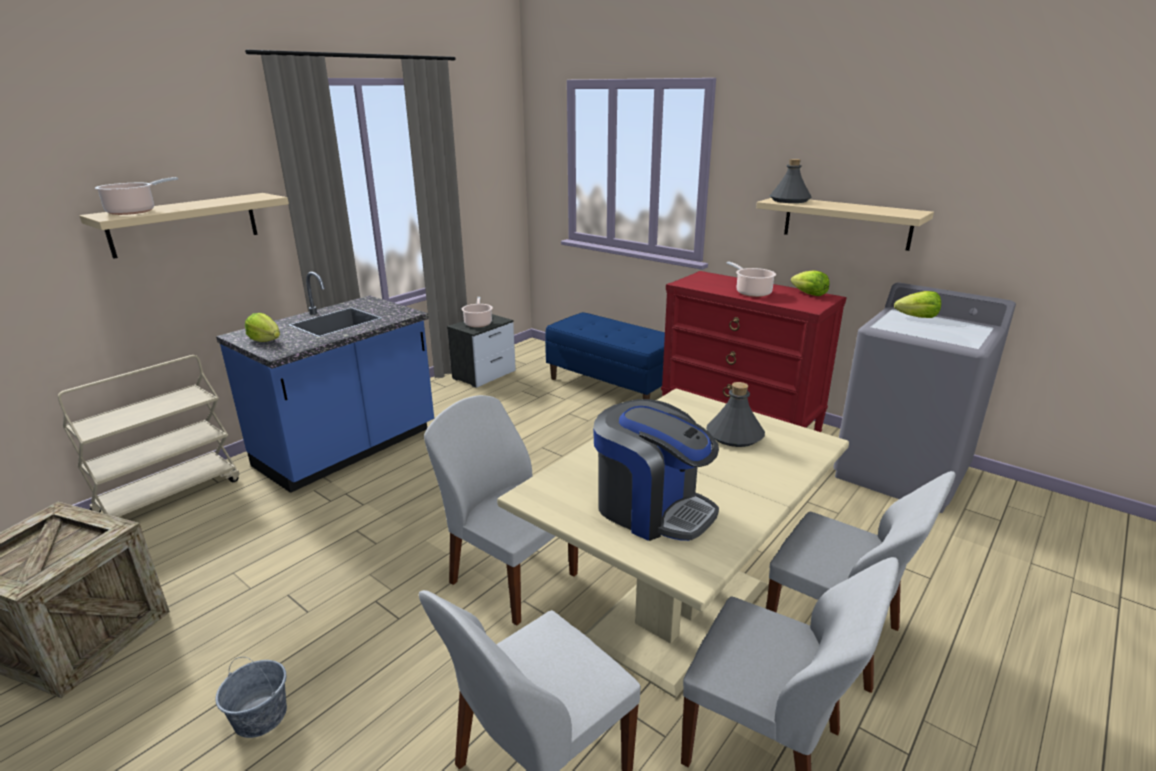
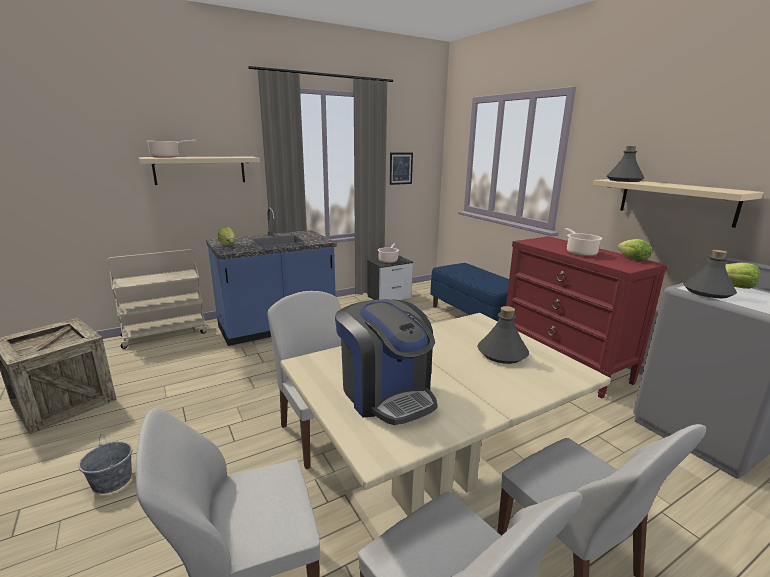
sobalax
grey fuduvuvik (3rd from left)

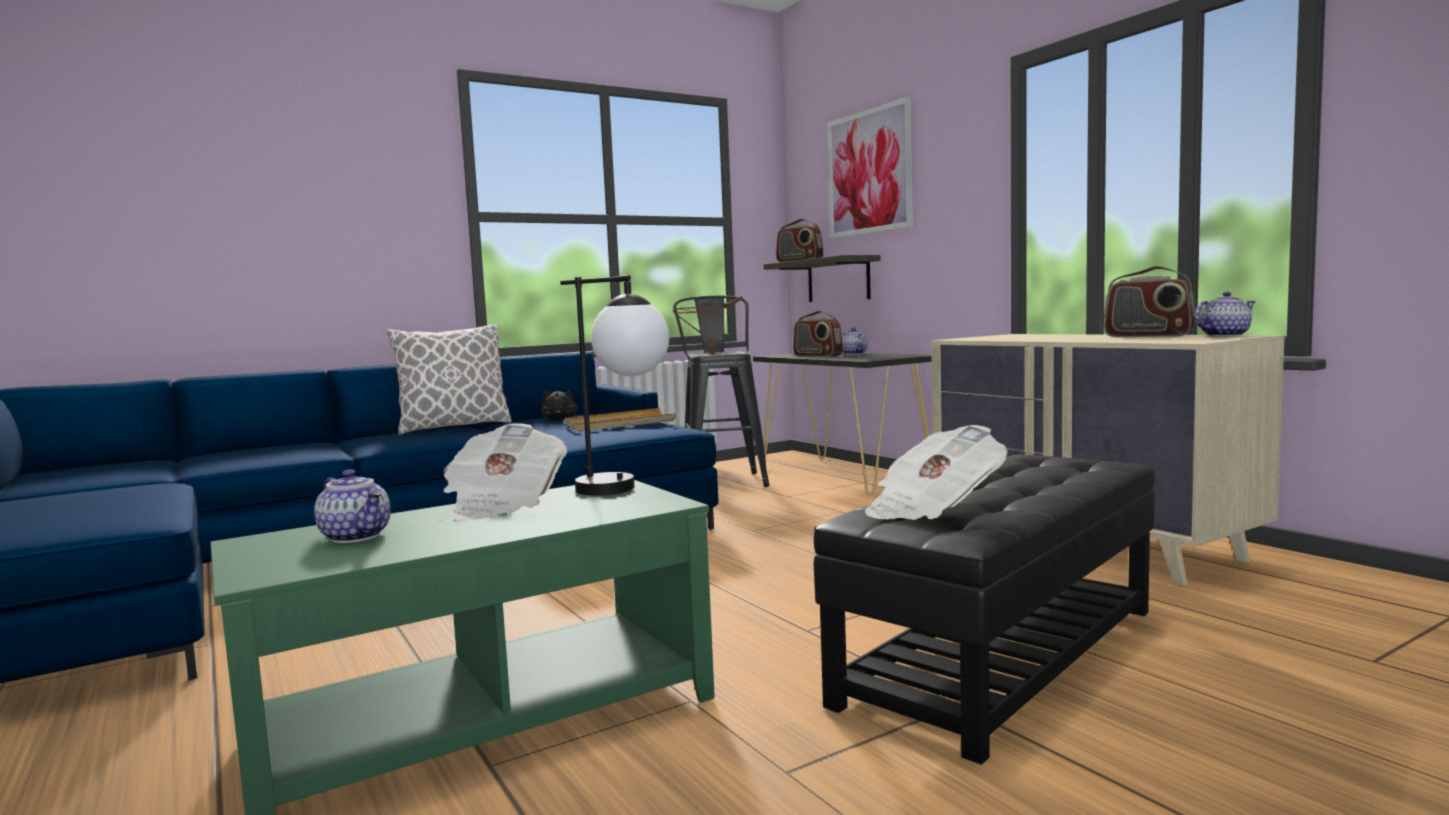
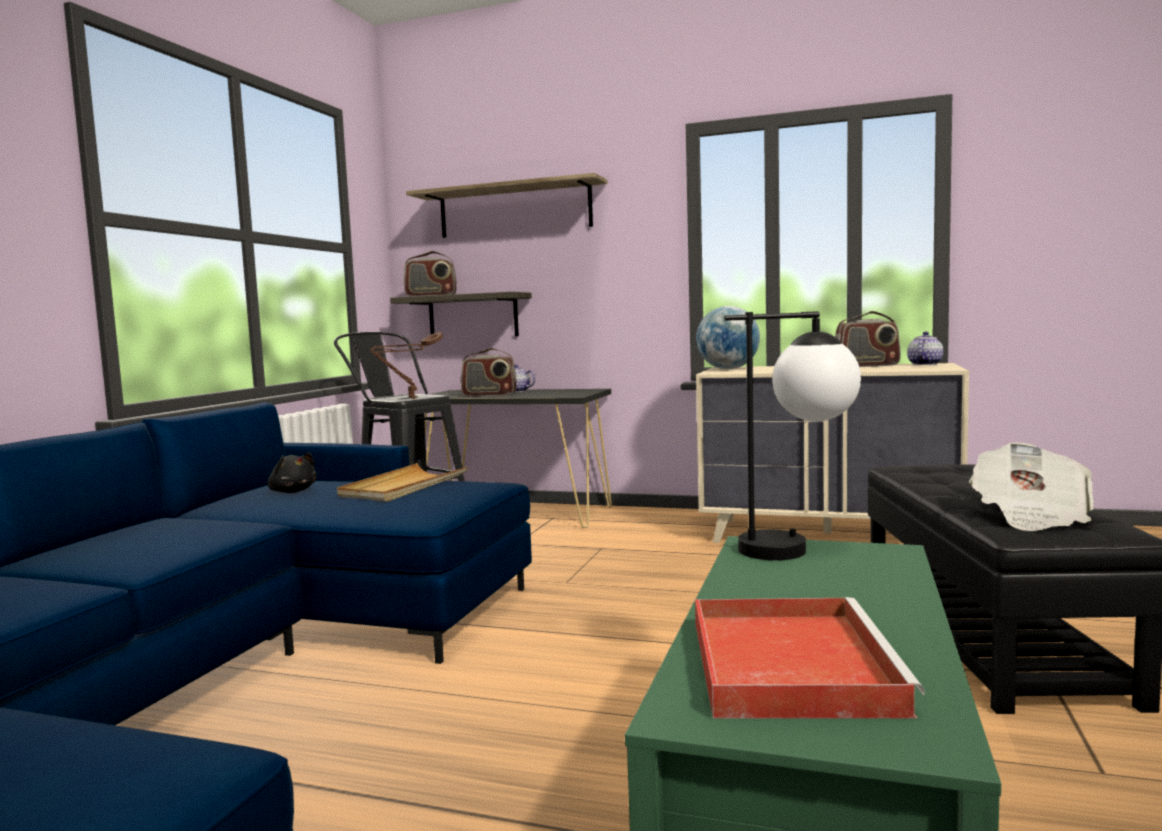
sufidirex (2nd from left)
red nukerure
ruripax
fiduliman
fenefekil (1st from left in the first image)

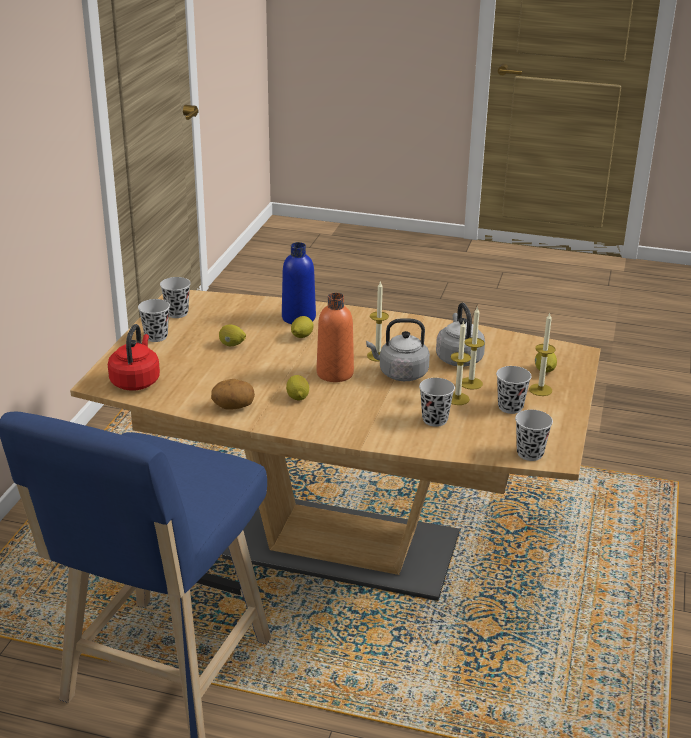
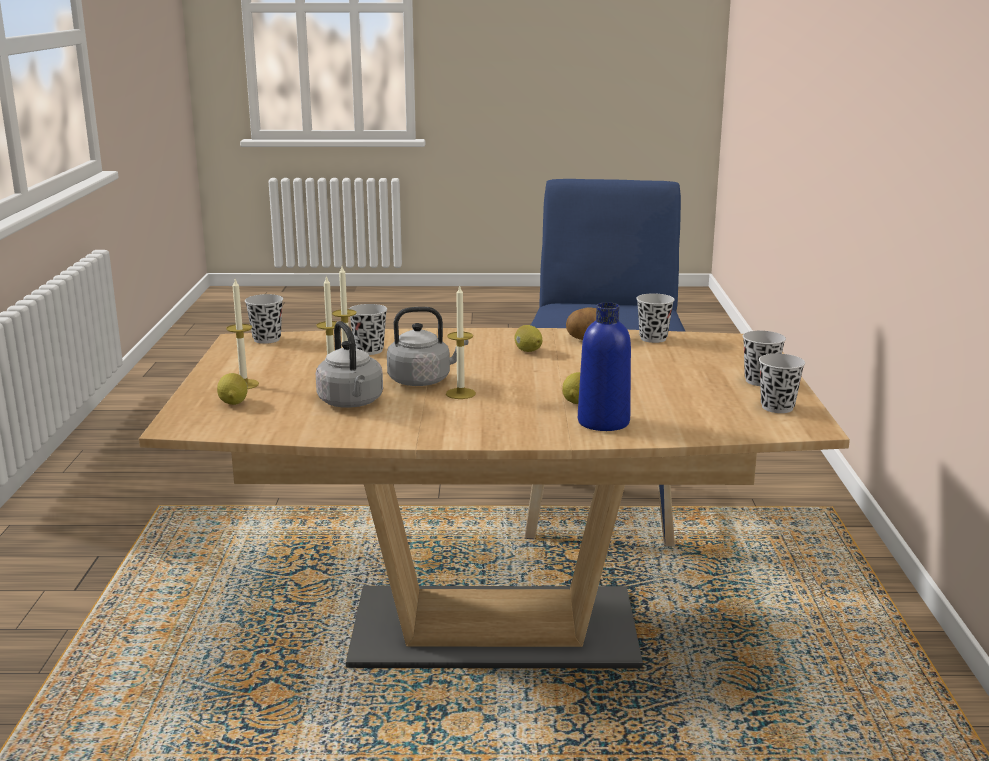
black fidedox (3rd from left)
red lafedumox
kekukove (1st from left in the first image)
orange fuduvuvik

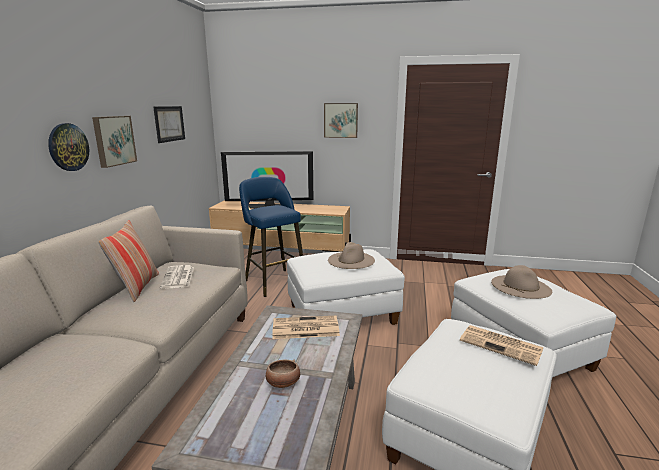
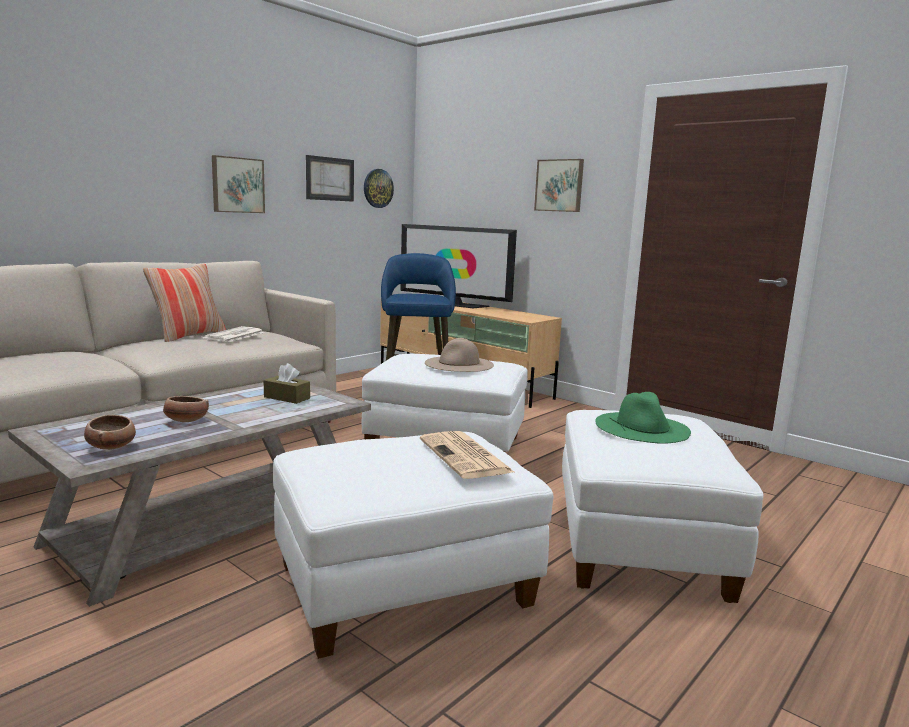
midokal (1st from left)
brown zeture
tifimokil
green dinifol

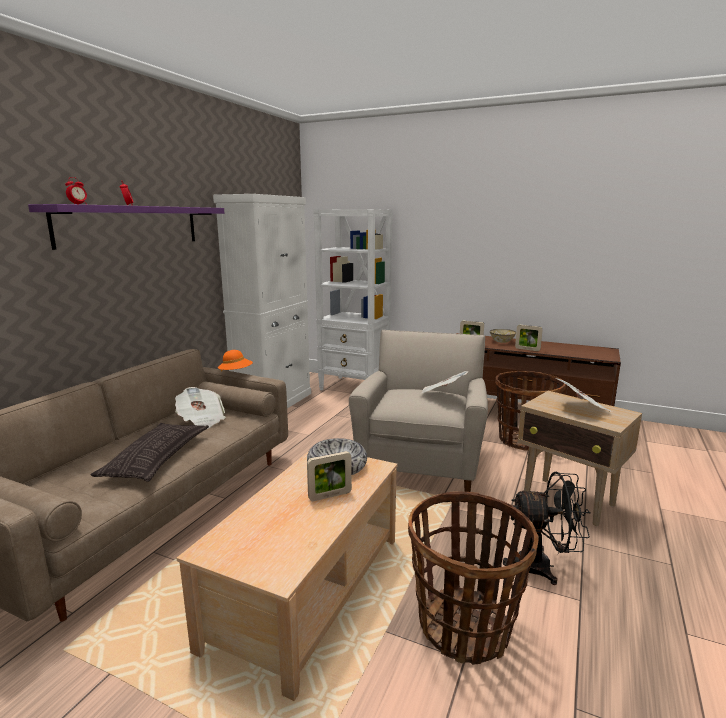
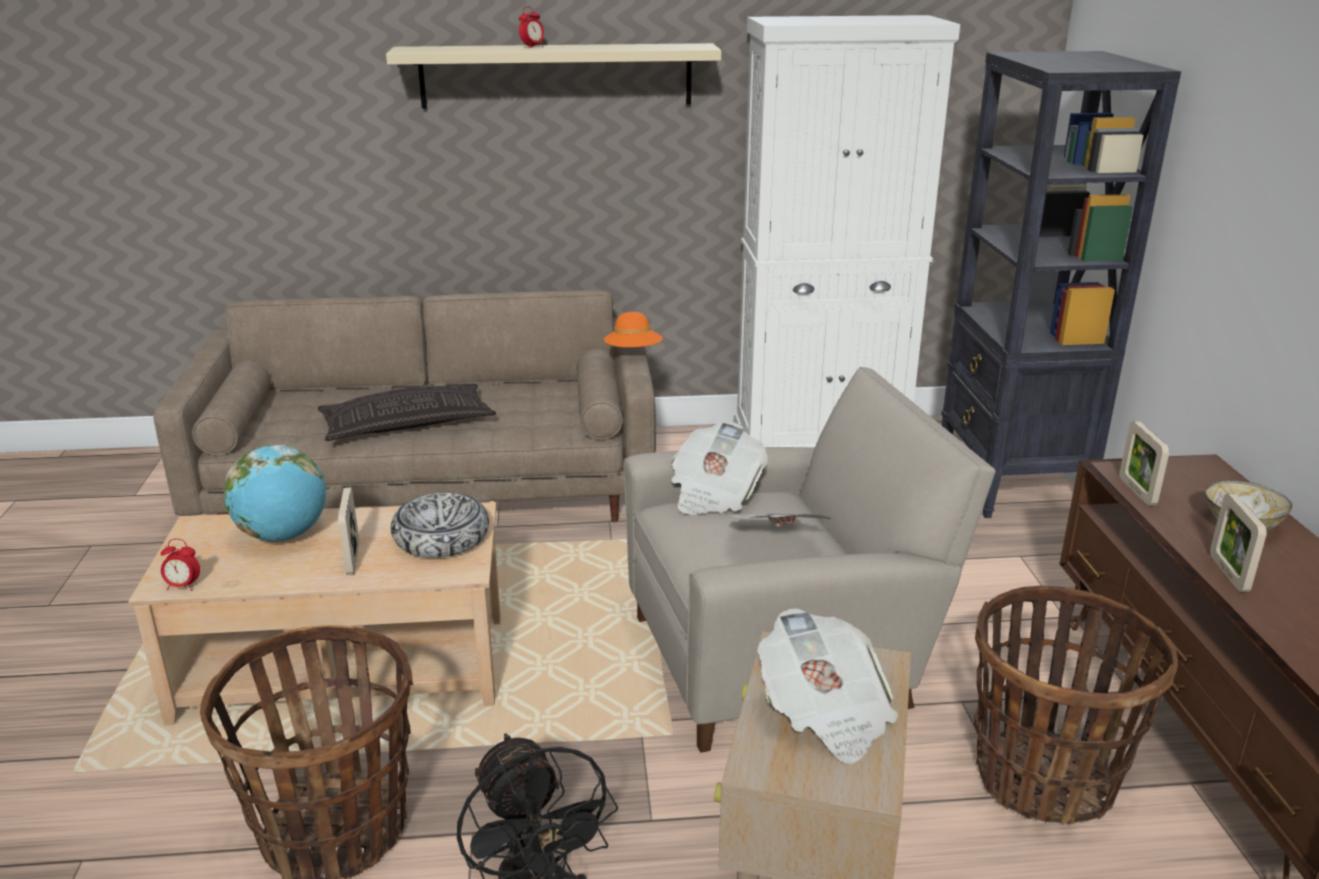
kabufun (1st from left)
ruripax
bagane (1st from left)
beige sufidirex
fenefekil (1st from left)
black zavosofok

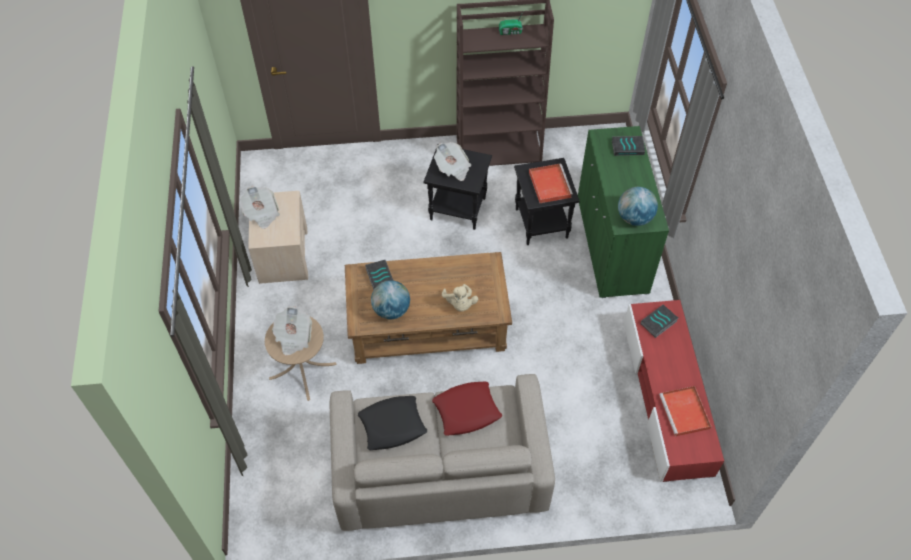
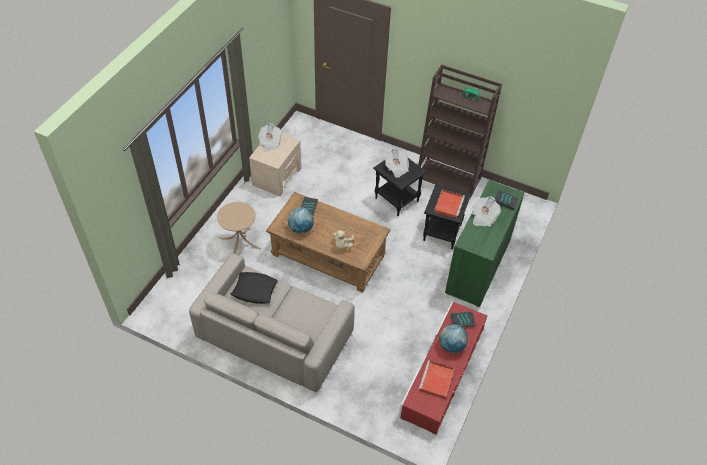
ruripax (2nd from left)
fenefekil (3rd from left)
red fiduliman

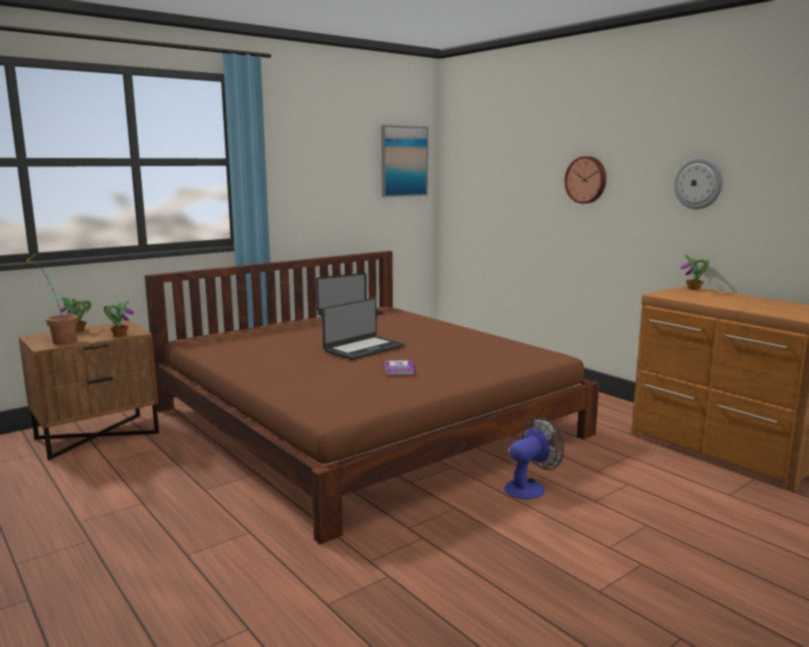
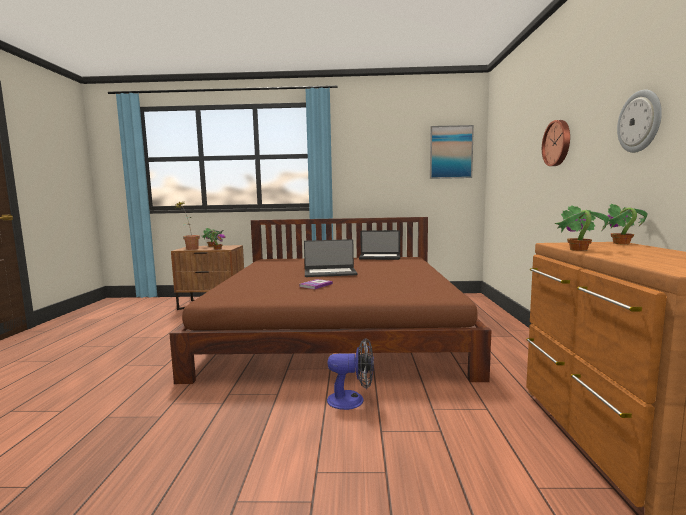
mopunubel (4th from left)

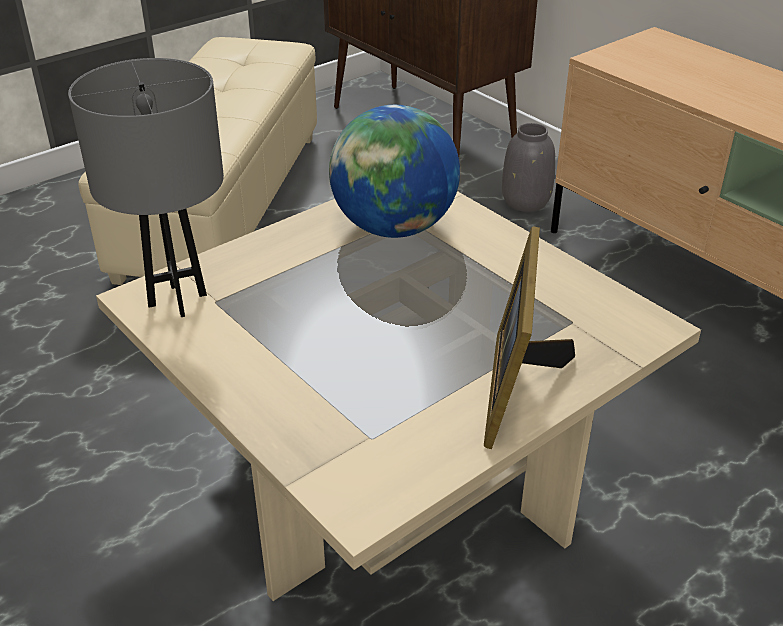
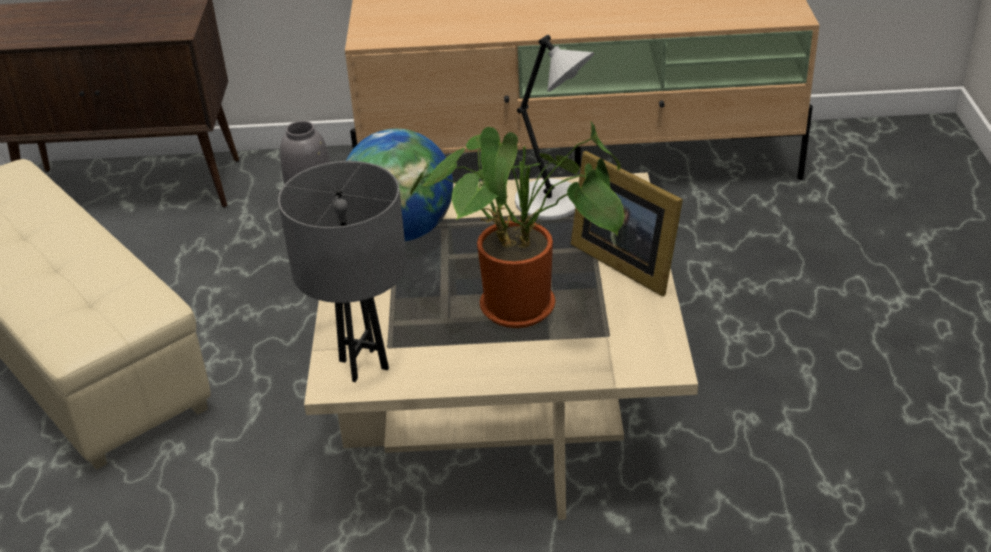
mopunubel
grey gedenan (2nd from left)

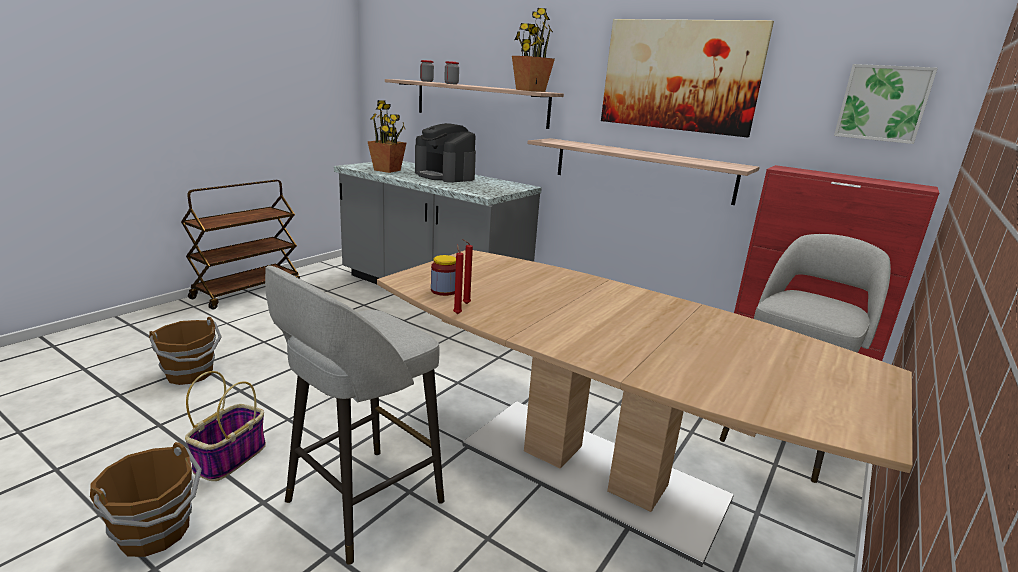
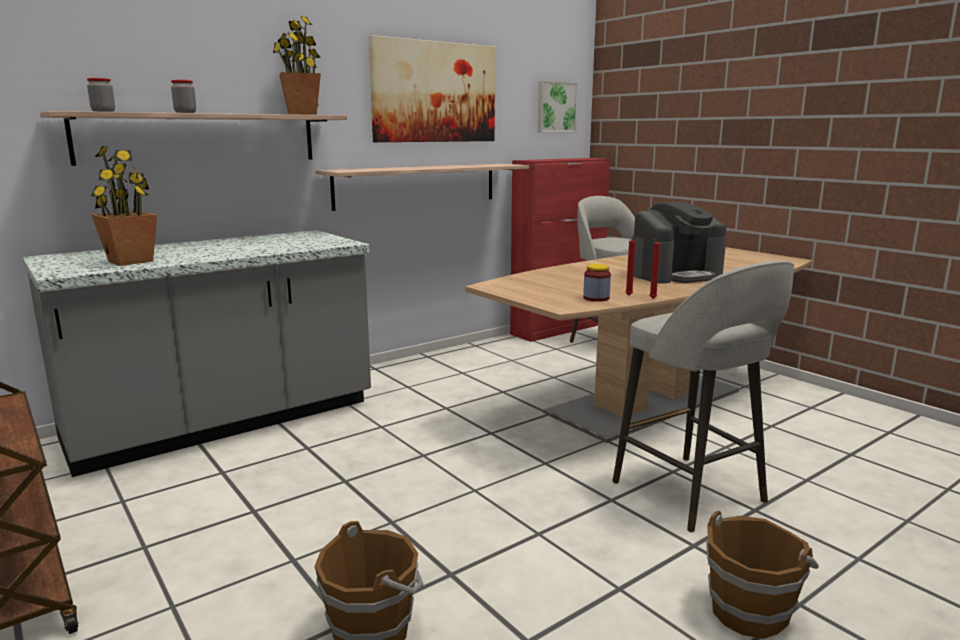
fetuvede
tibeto

